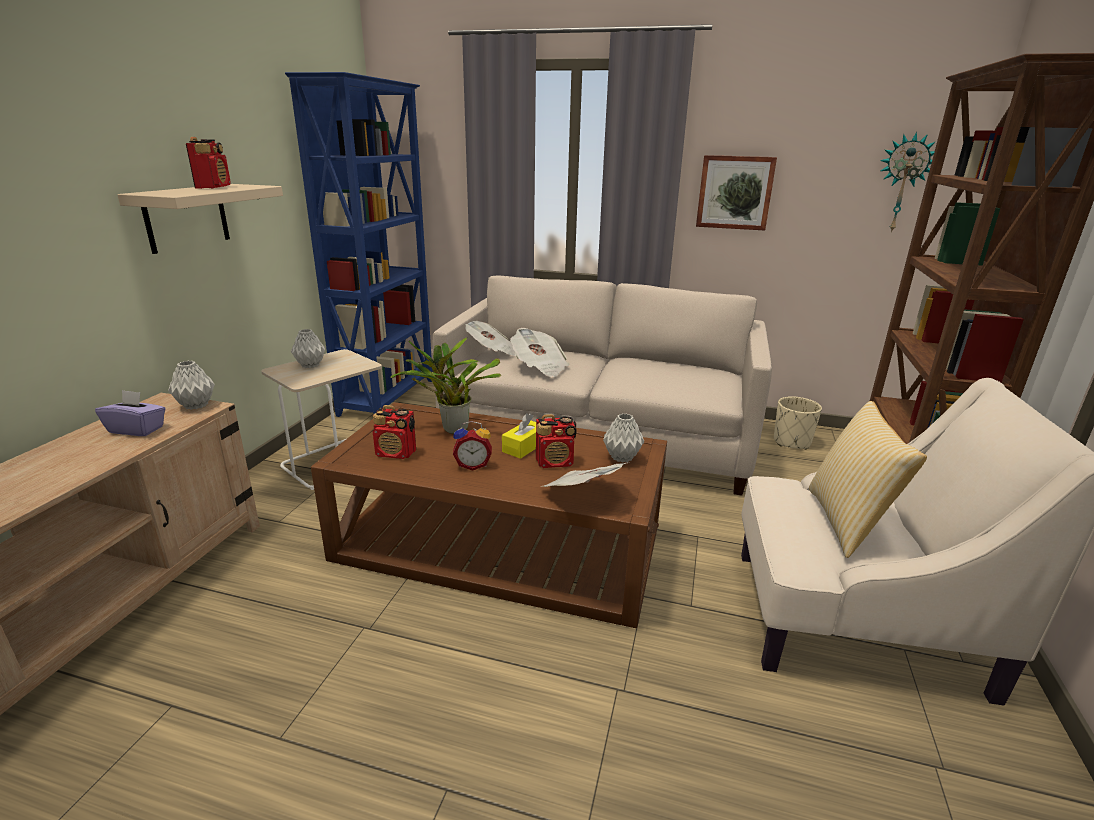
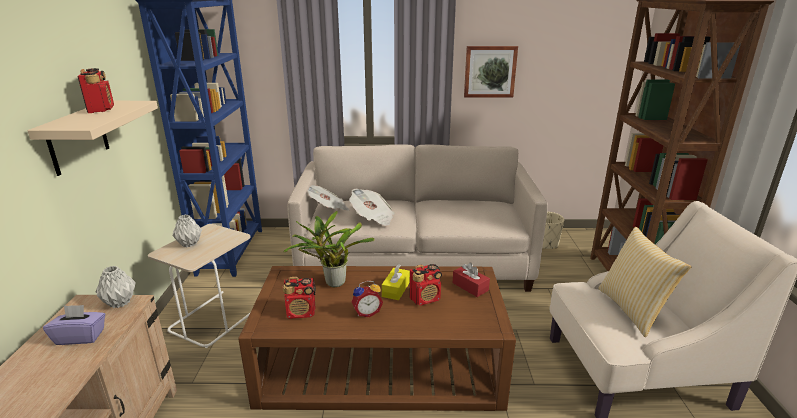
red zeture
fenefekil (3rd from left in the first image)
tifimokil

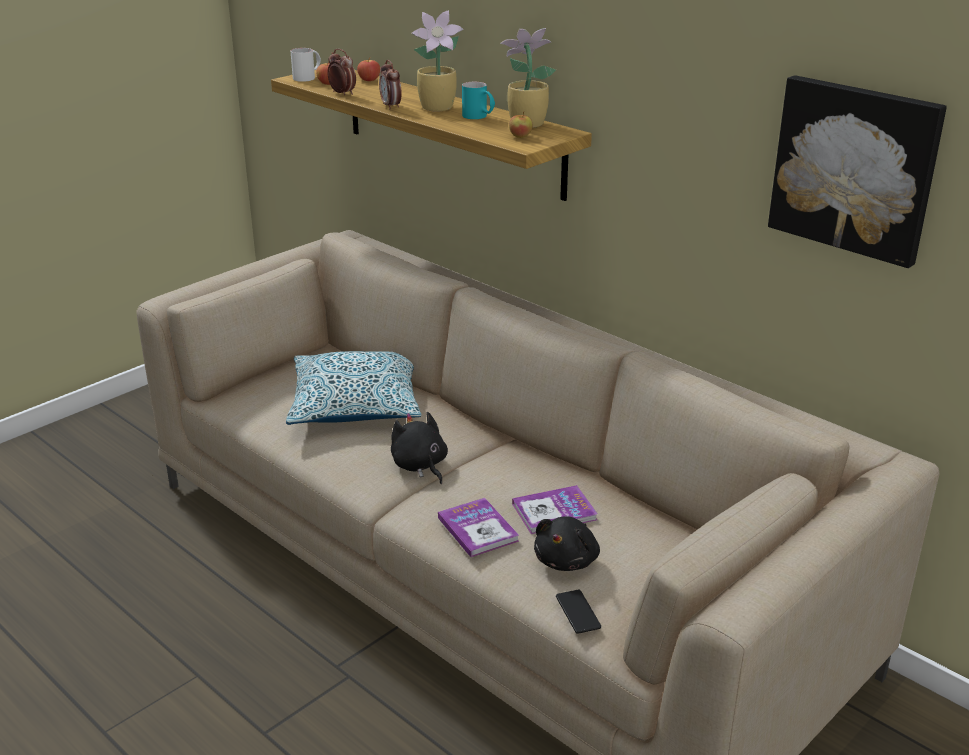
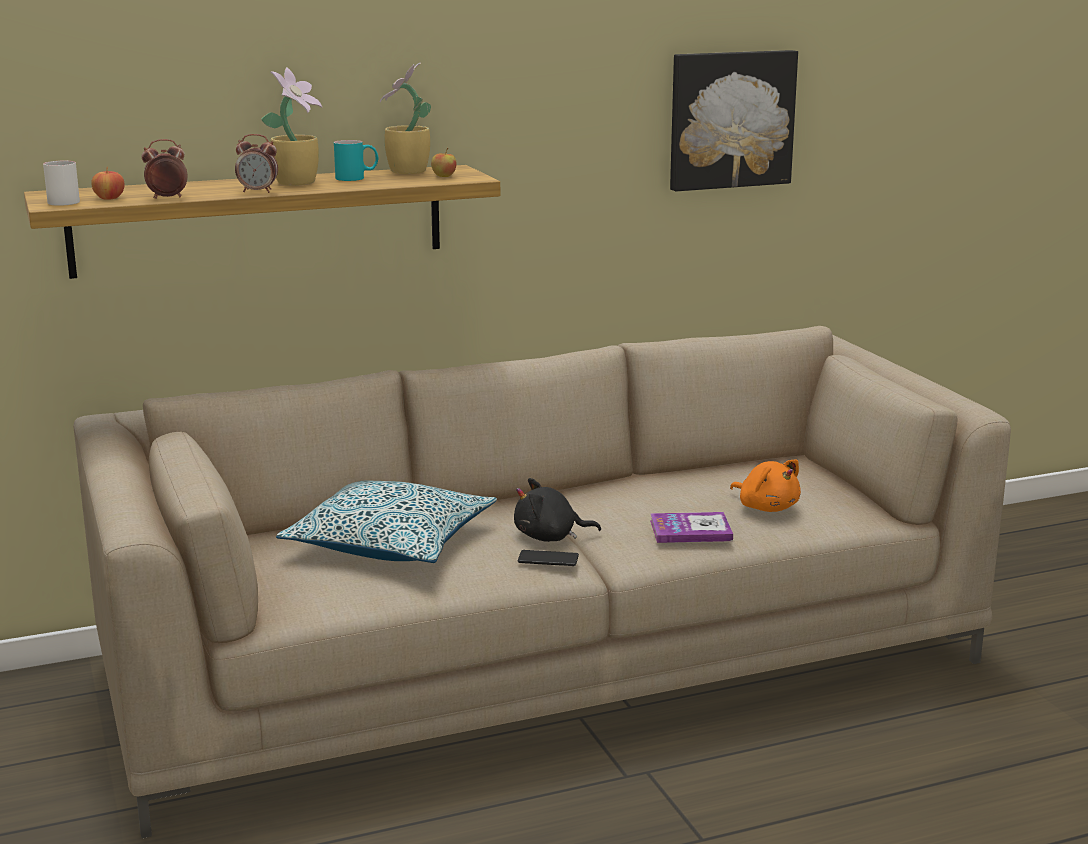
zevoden
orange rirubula
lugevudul (2nd from left in the first image)
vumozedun (2nd from left in the first image)

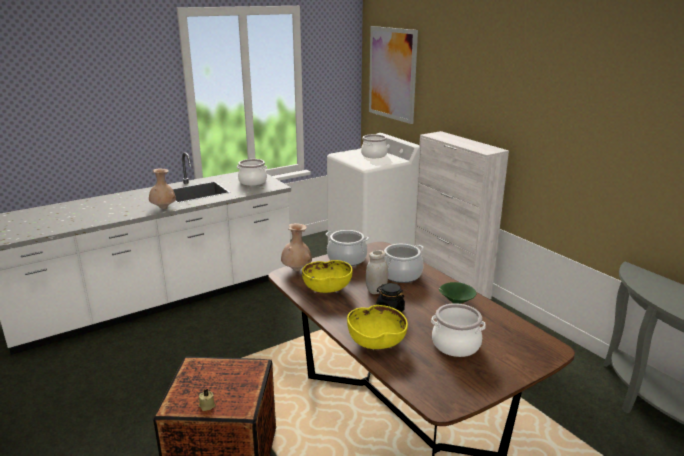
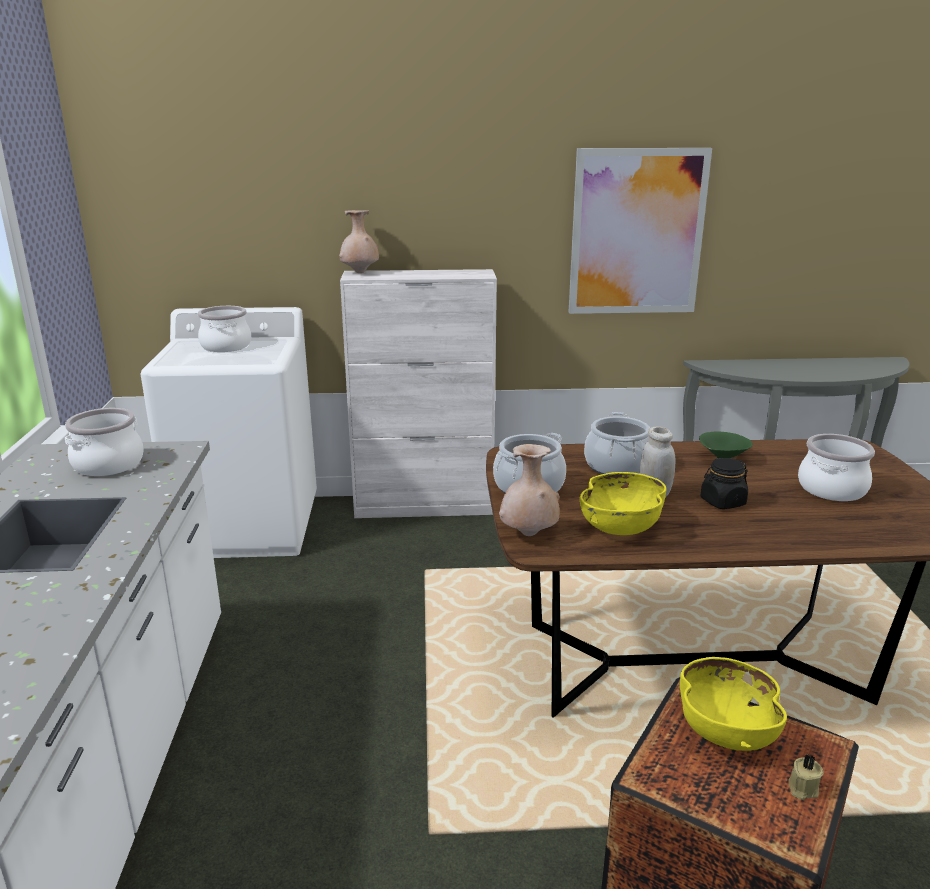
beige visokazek (1st from left)
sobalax
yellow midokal (2nd from left)

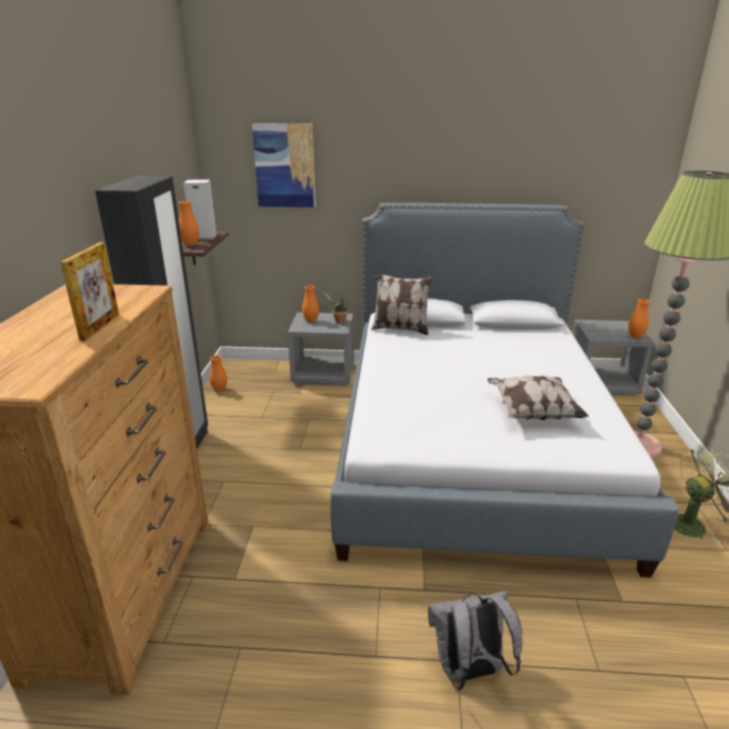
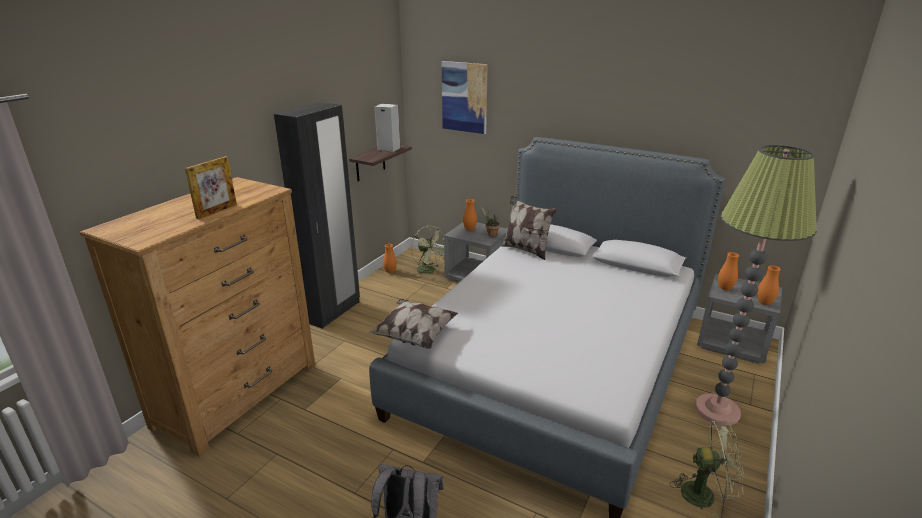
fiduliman (1st from left)
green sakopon (1st from left)
orange visokazek (3rd from left)

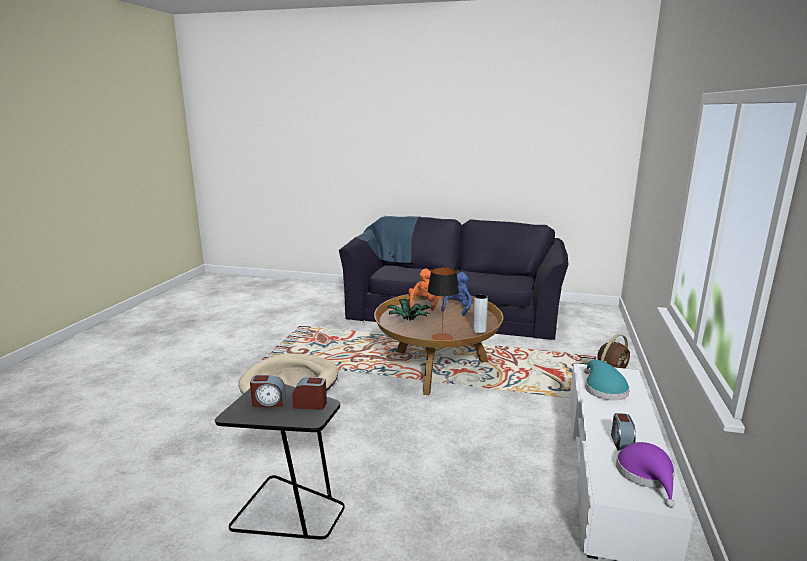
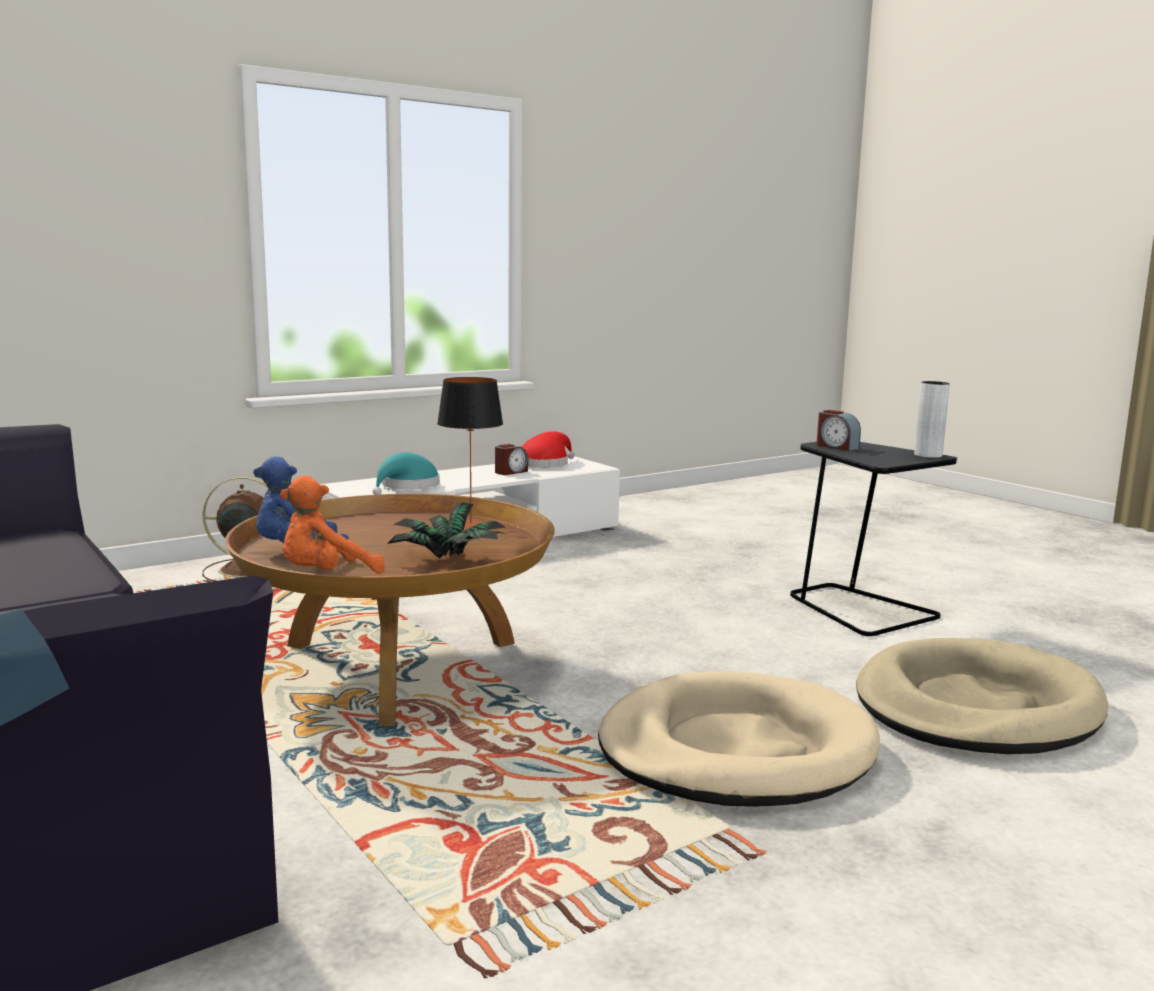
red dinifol
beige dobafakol (2nd from left)
grey visokazek
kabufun (1st from left in the first image)

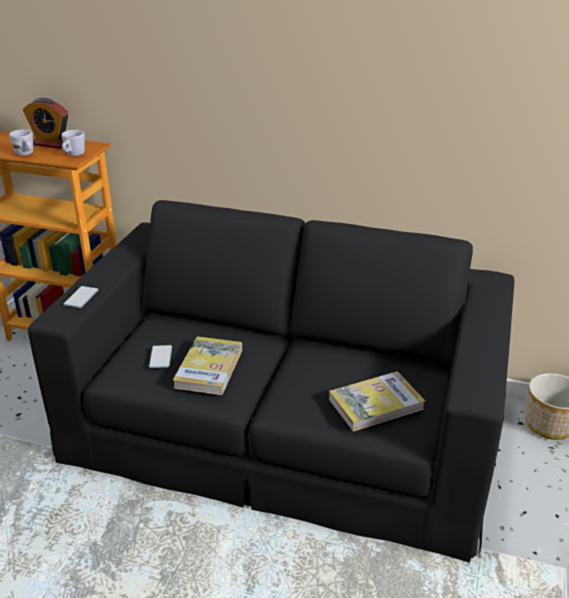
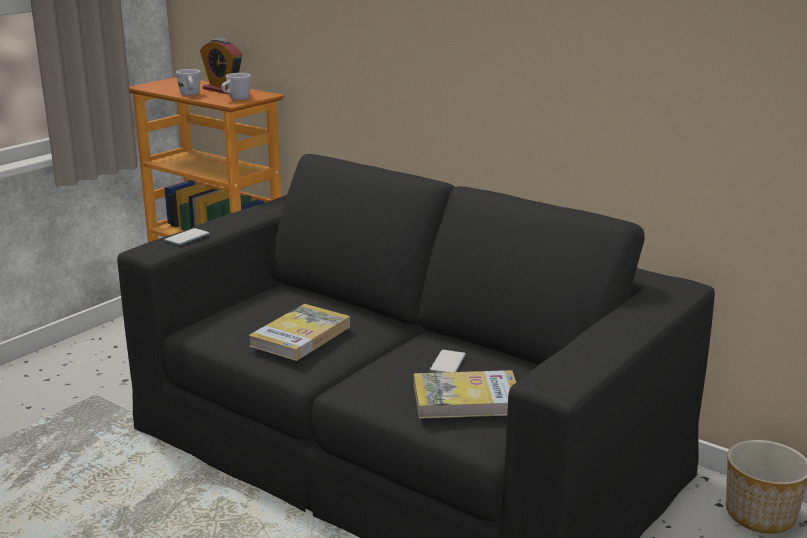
zevoden (2nd from left)

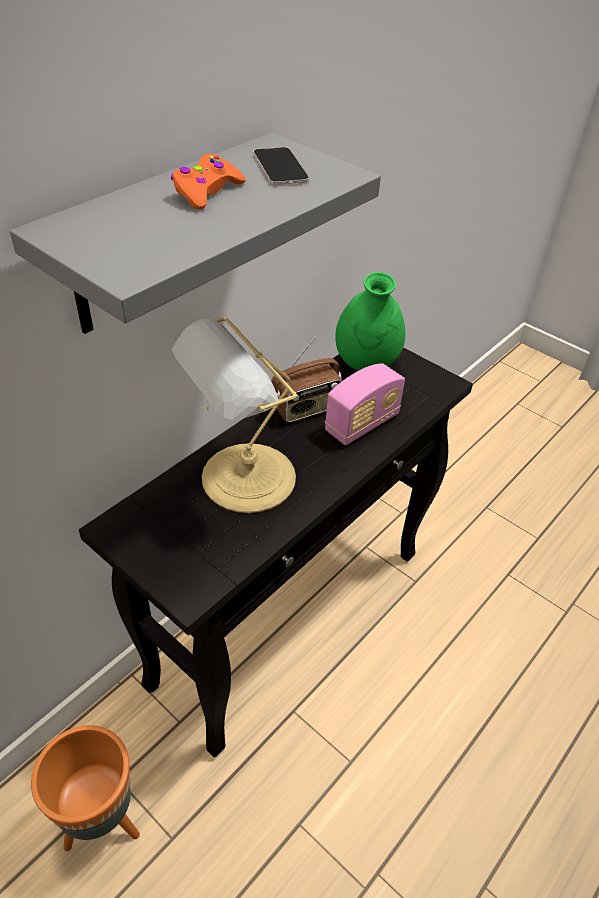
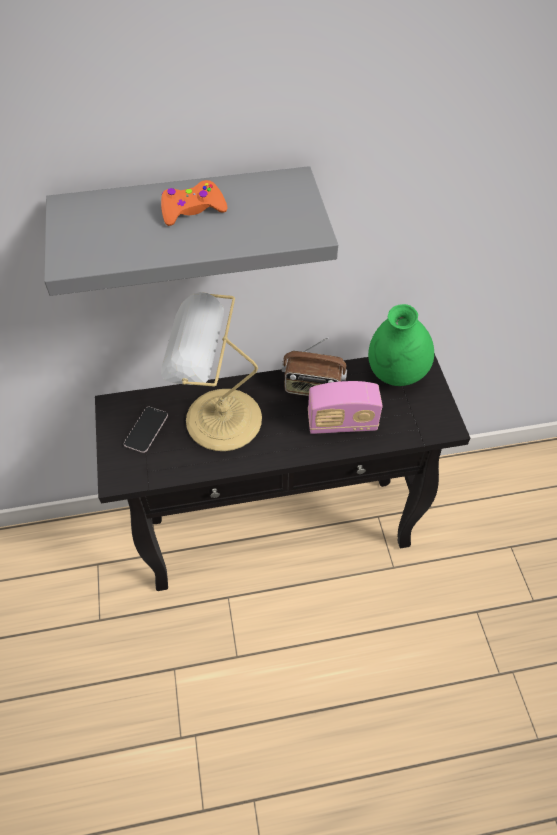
zevoden
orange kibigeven

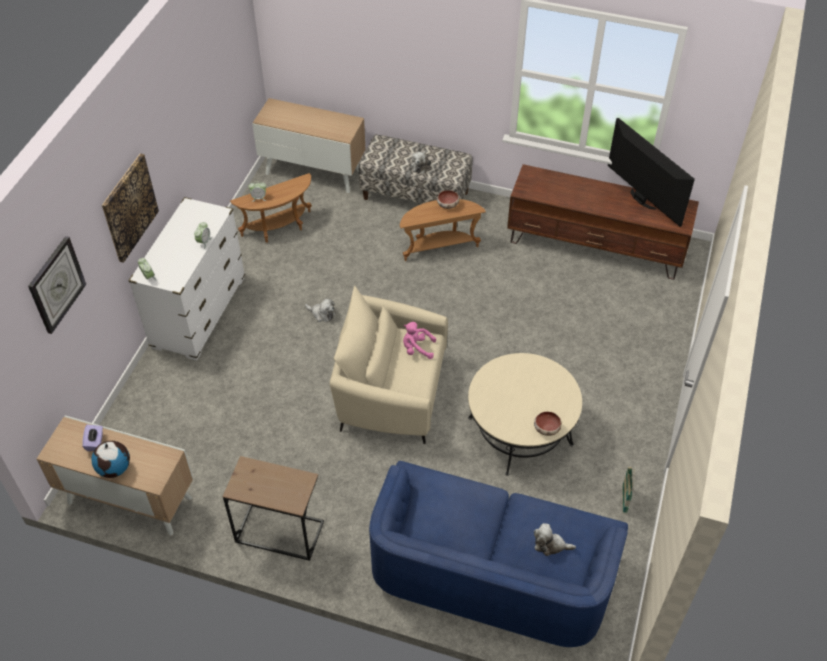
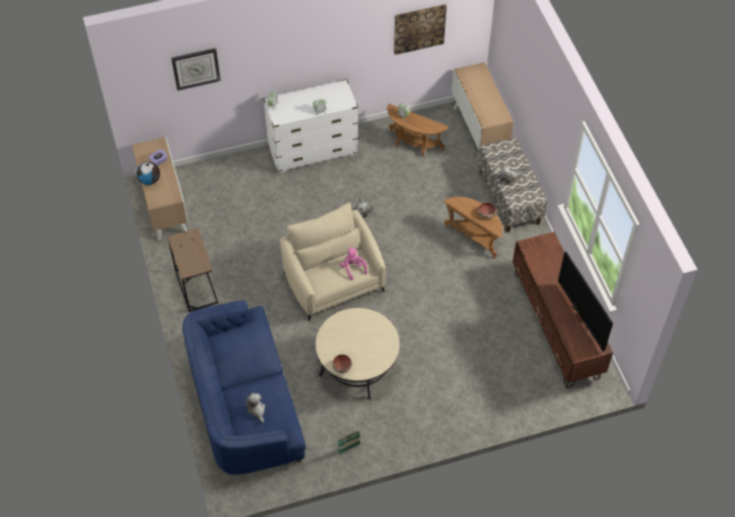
sobalax
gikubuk

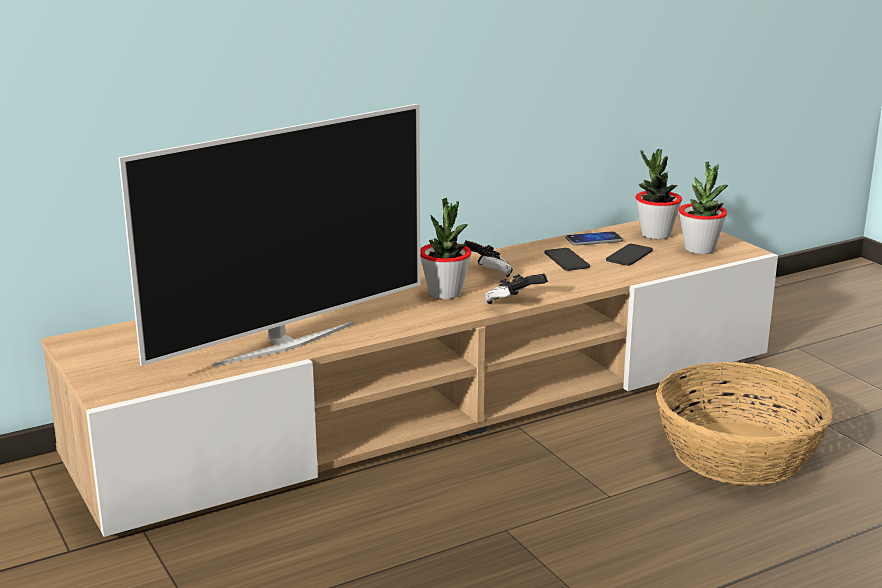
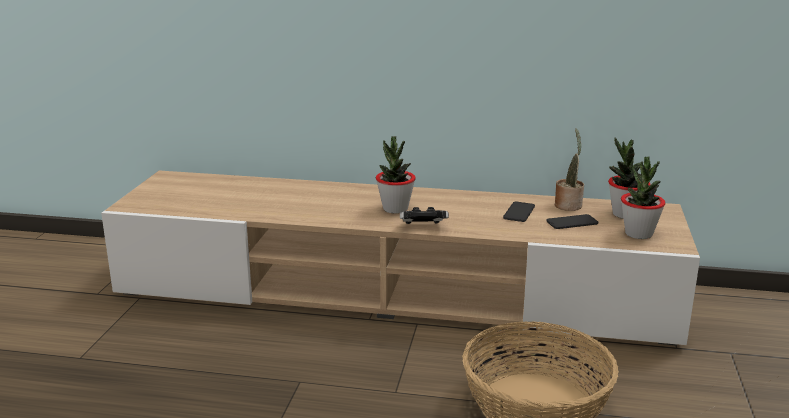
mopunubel (2nd from left)
gikubuk
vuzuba (1st from left in the first image)

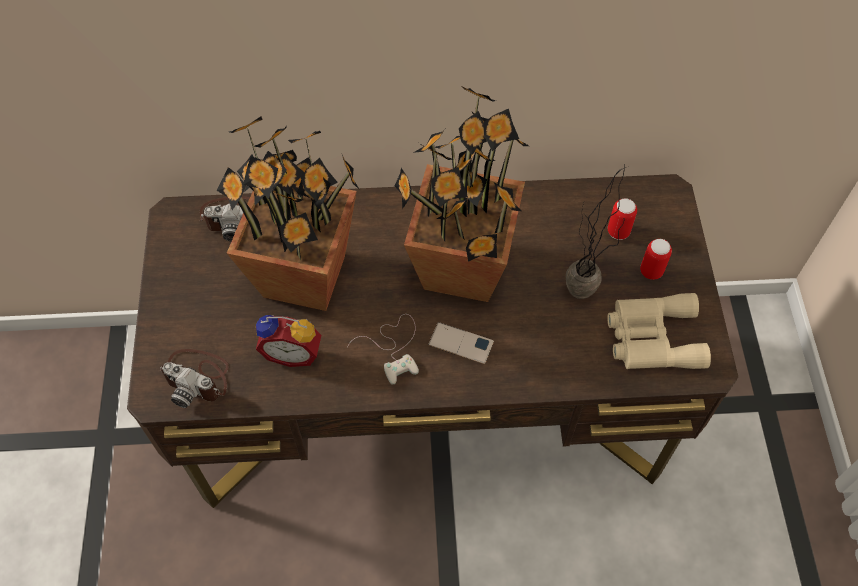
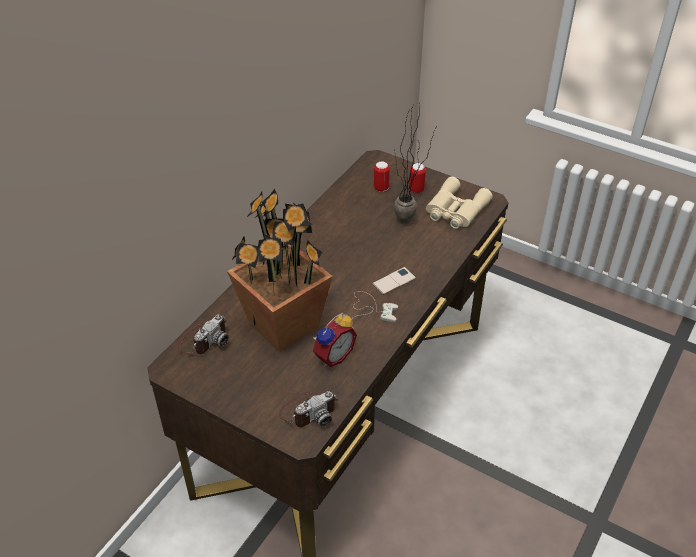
mopunubel (2nd from left in the first image)

